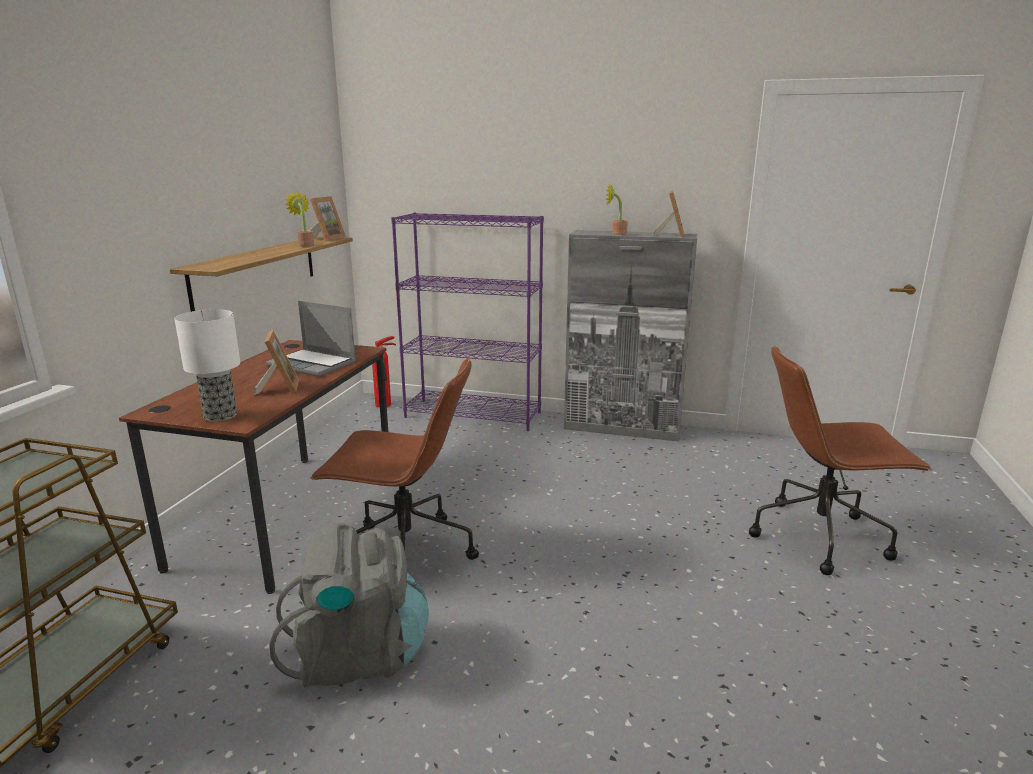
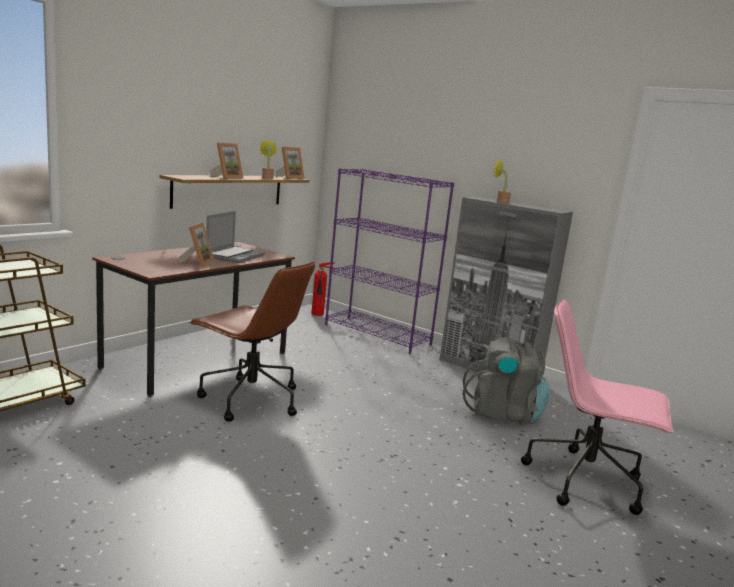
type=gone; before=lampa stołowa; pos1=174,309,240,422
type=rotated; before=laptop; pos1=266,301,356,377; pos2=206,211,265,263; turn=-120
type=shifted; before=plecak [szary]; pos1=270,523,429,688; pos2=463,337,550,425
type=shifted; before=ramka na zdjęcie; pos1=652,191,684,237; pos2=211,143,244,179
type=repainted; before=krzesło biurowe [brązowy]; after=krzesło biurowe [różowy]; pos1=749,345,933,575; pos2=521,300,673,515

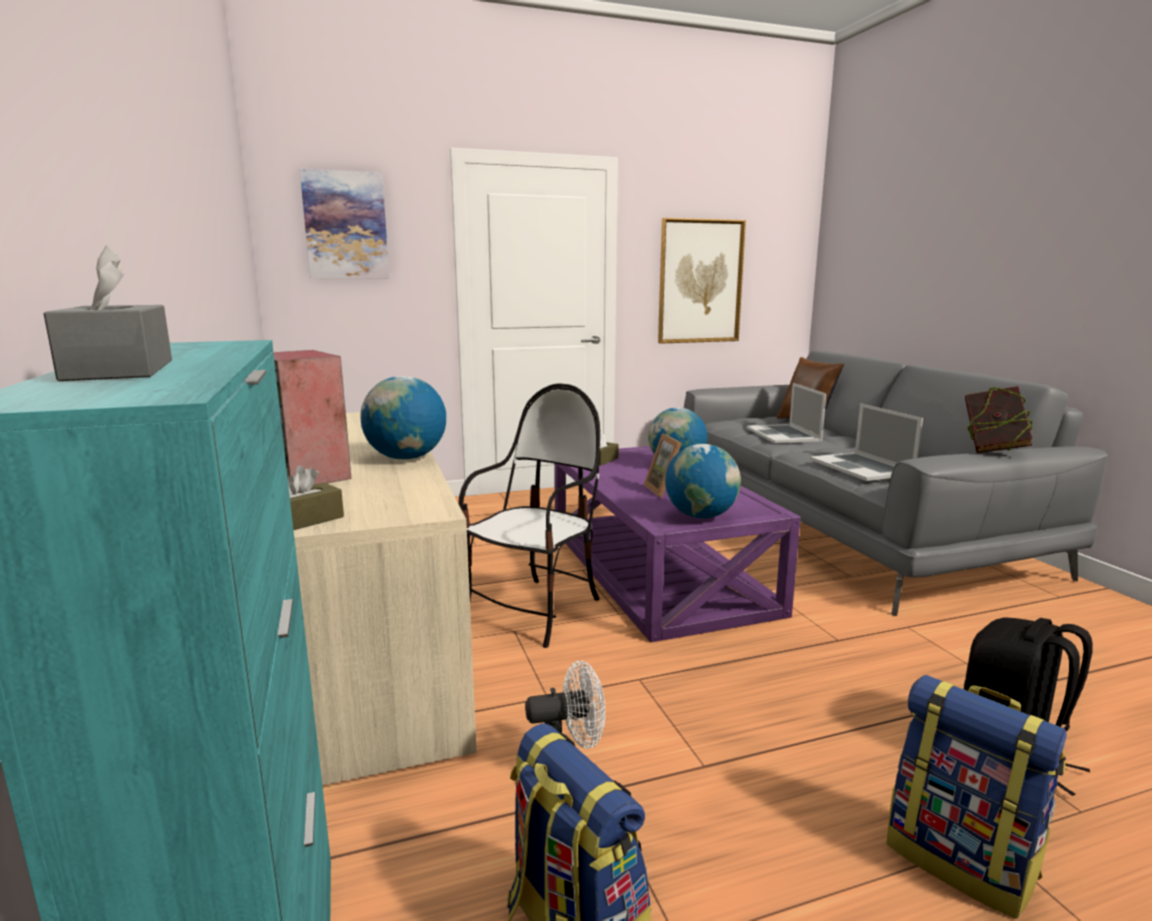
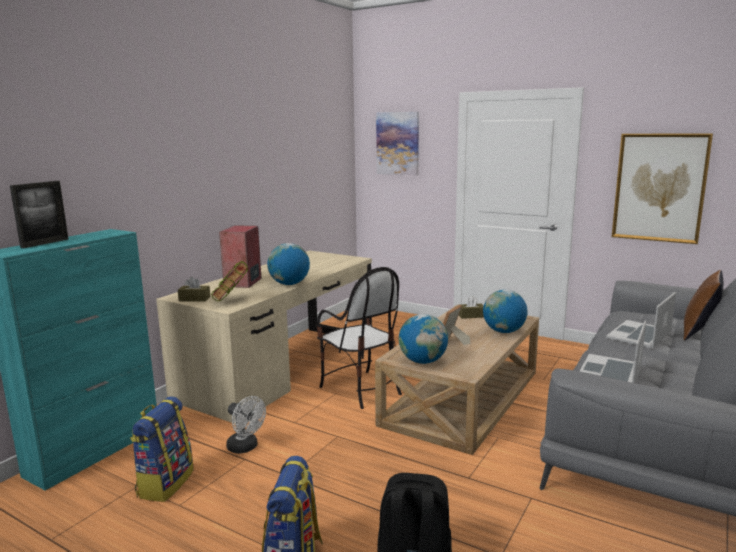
type=swapped; before=pudełko chusteczek [szary]; after=ramka na zdjęcie; pos1=44,246,172,381; pos2=10,181,68,248
type=rotated; before=krzesło; pos1=459,383,600,648; pos2=317,267,402,409; turn=60
type=repainted; before=ława [fioletowy]; after=ława [beżowy]; pos1=554,446,801,642; pos2=375,304,539,455
type=shifted; before=książka; pos1=965,386,1033,453; pos2=211,261,248,301

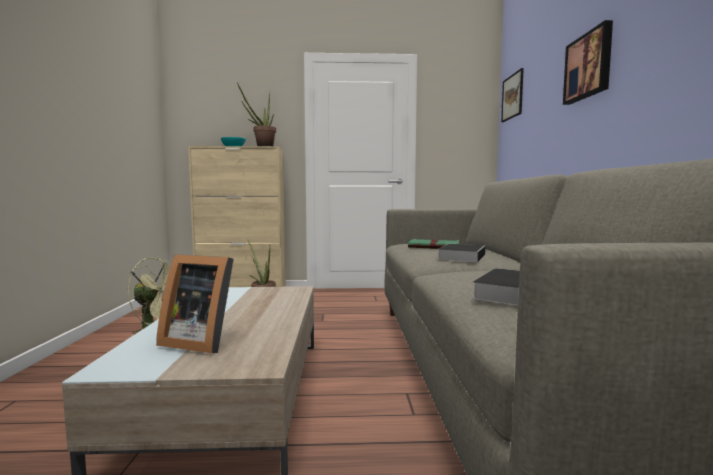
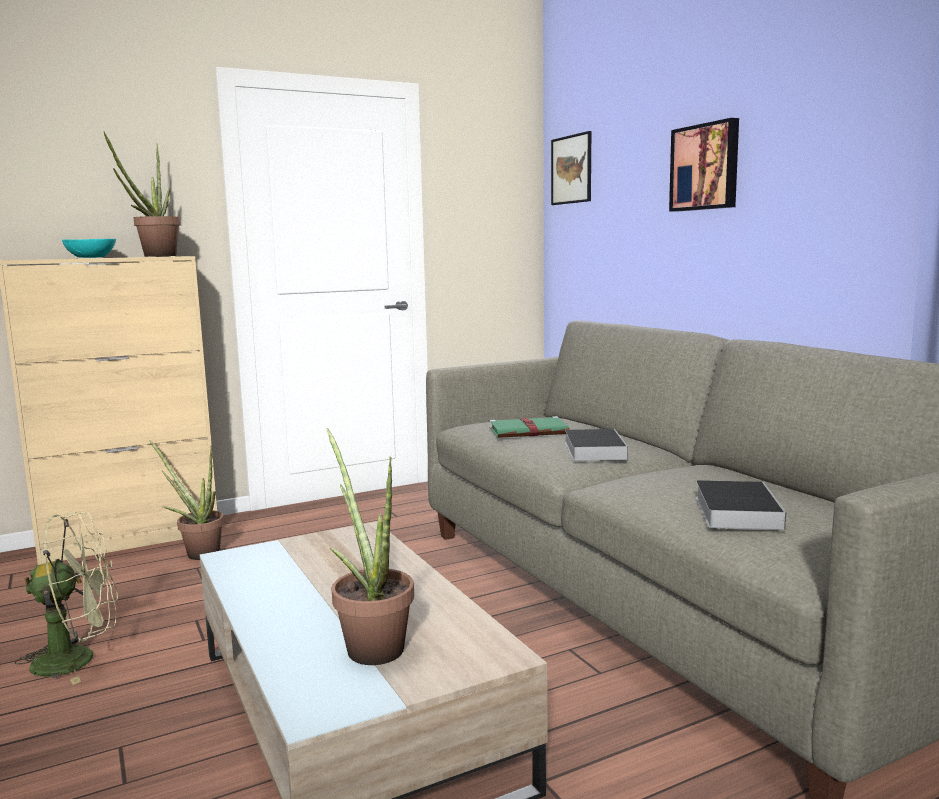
type=swapped; before=ramka na zdjęcie; after=roślina doniczkowa; pos1=156,254,234,353; pos2=327,428,414,665

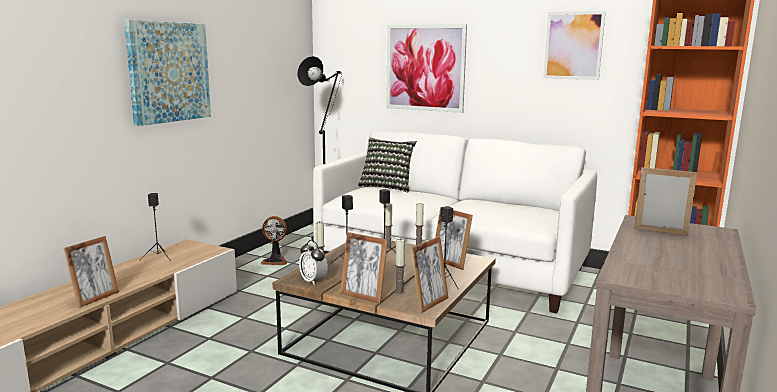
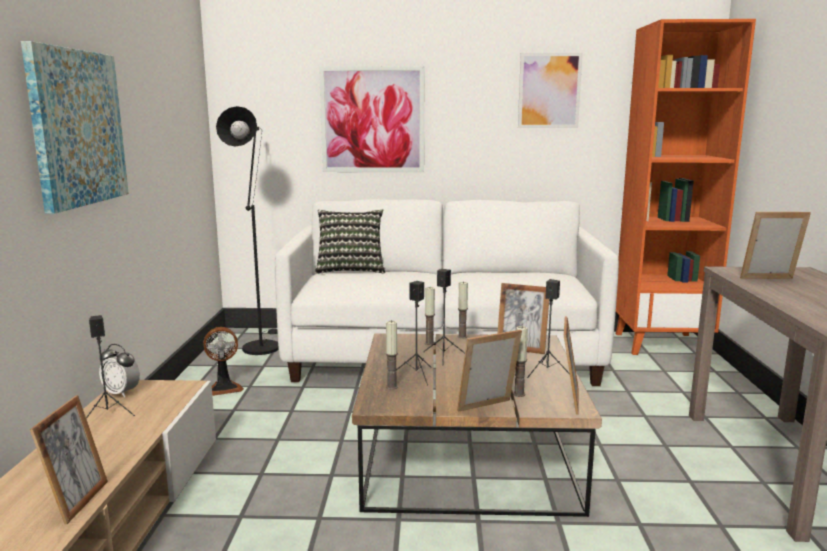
type=shifted; before=budzik; pos1=299,240,328,285; pos2=99,344,140,398
type=rotated; before=ramka na zdjęcie; pos1=340,232,388,304; pos2=457,330,522,412; turn=150

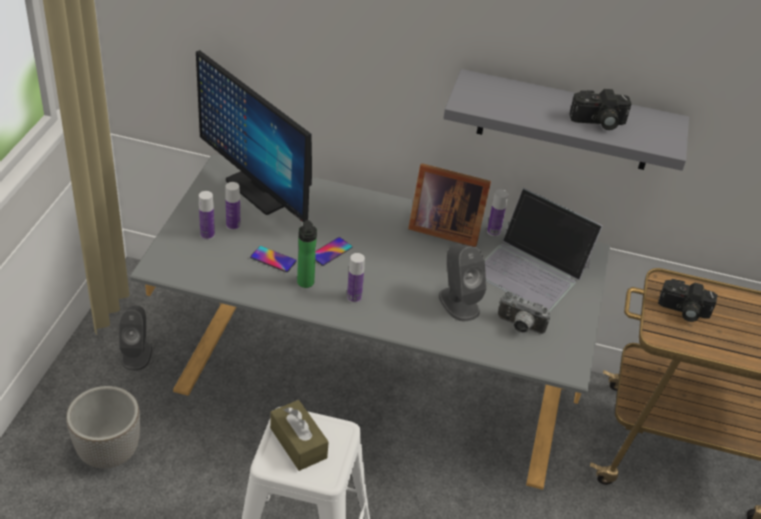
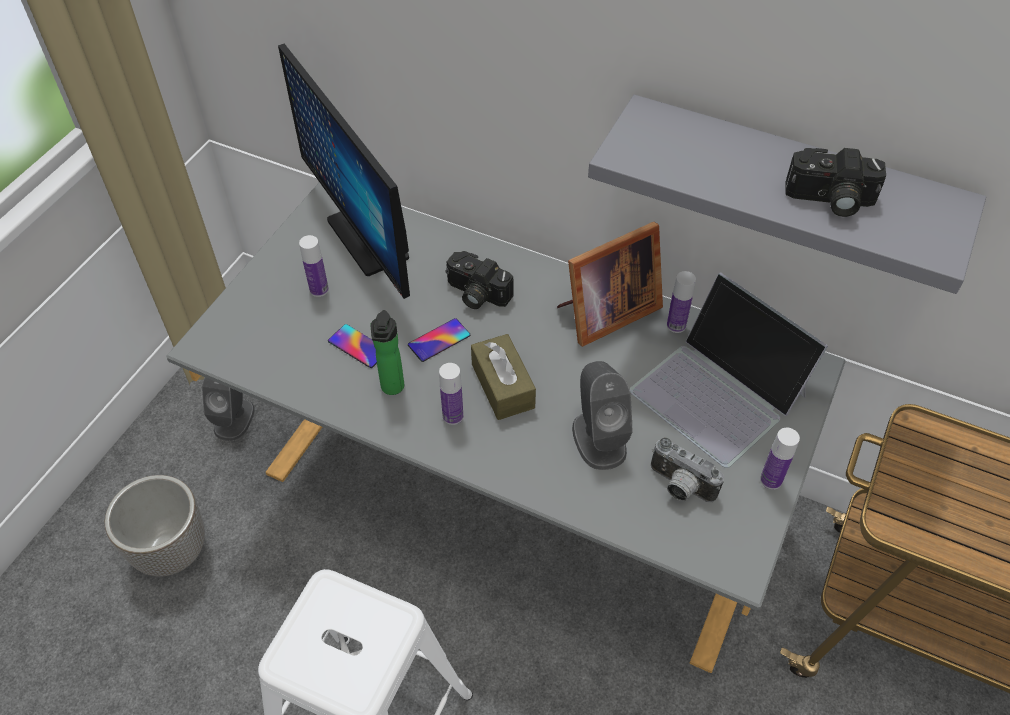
type=shifted; before=butelka; pos1=199,191,215,240; pos2=760,428,800,490
type=shifted; before=pudełko chusteczek [brązowy]; pos1=270,400,328,471; pos2=471,334,536,420
type=rotated; before=ramka na zdjęcie; pos1=408,163,491,247; pos2=557,222,663,347; turn=-60
type=shifted; before=aparat fotograficzny; pos1=658,279,717,322; pos2=445,251,513,309

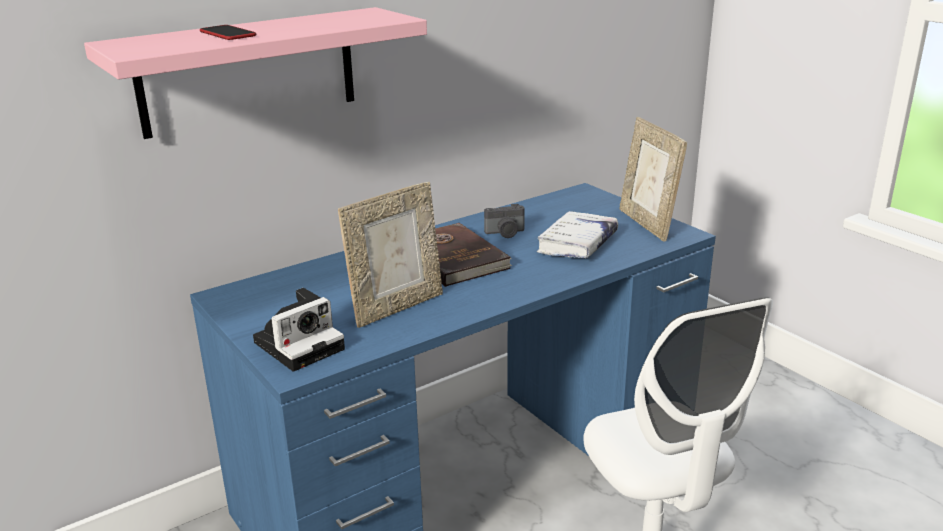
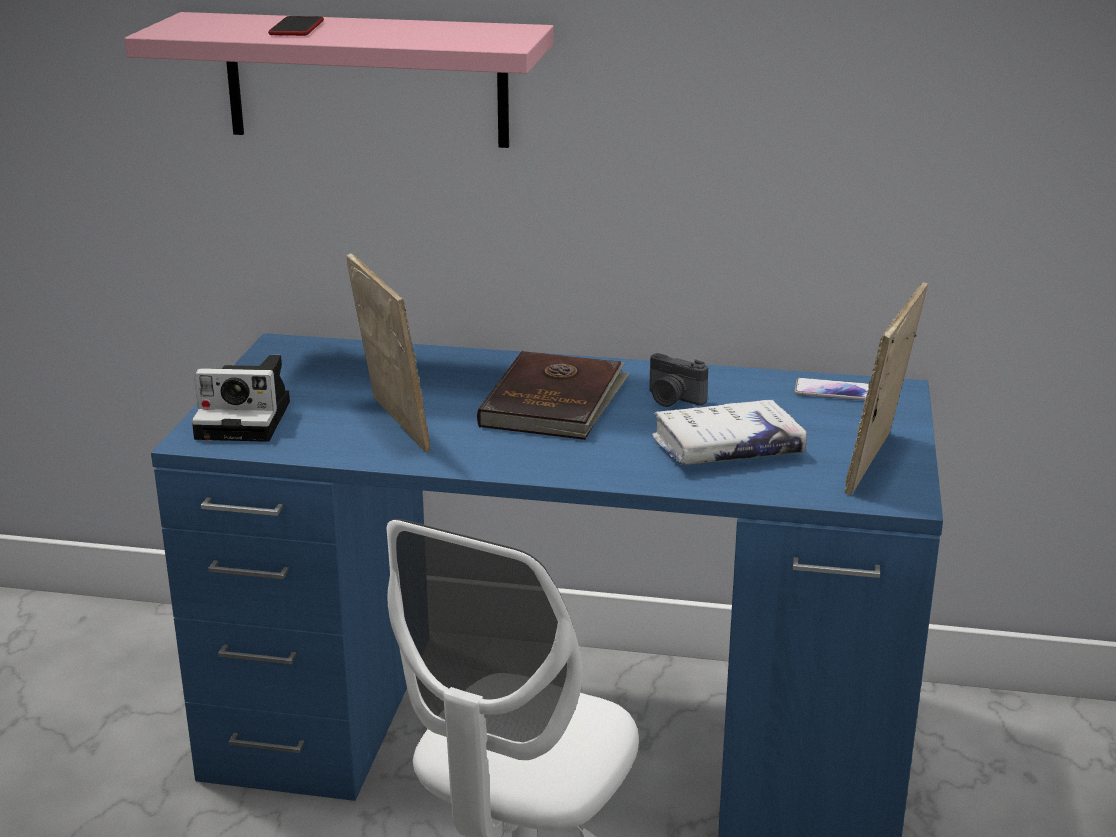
type=rotated; before=ramka na zdjęcie; pos1=338,182,443,328; pos2=346,253,430,452; turn=-120
type=new; after=telefon; pos2=795,378,869,401

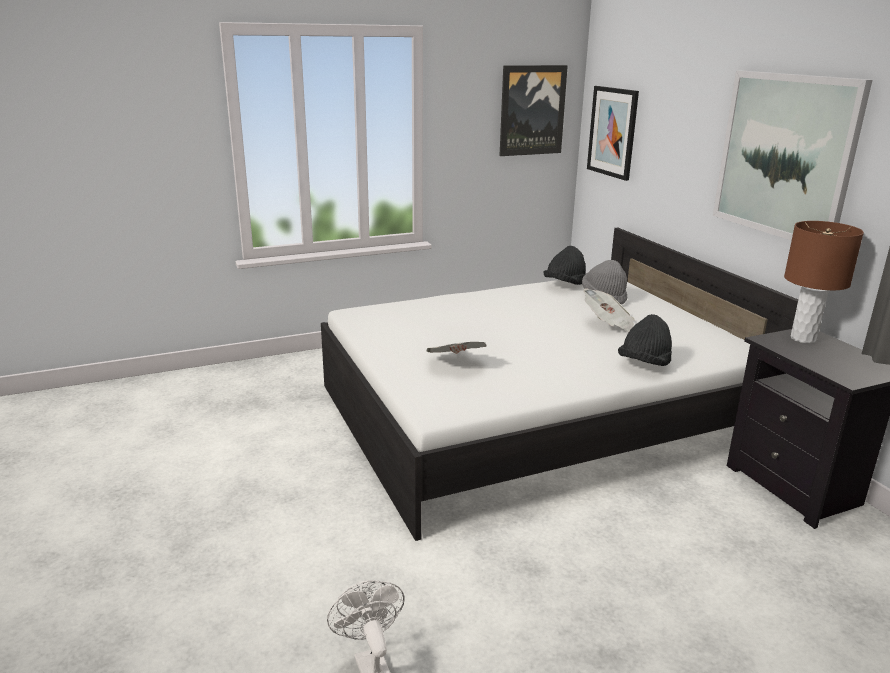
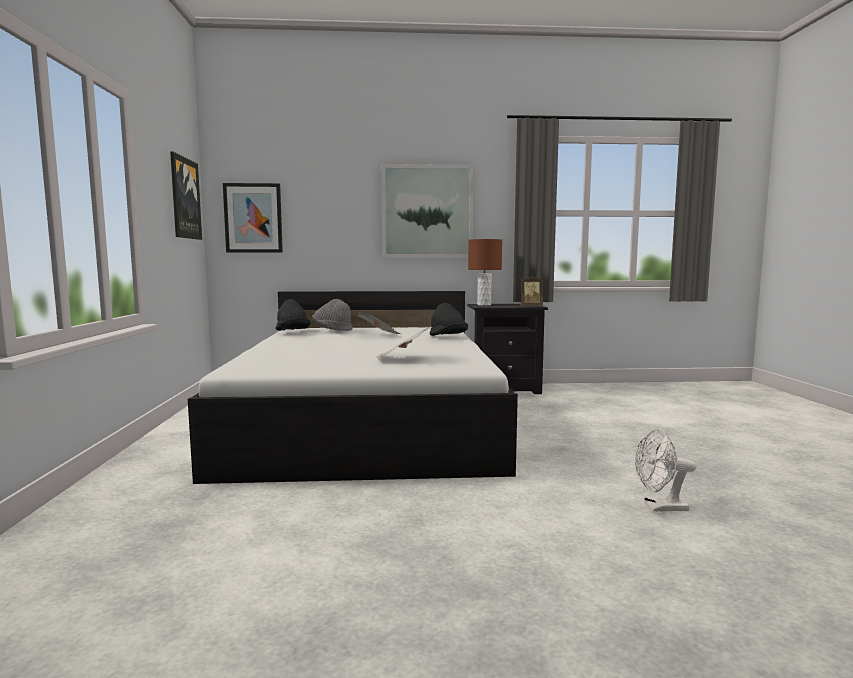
type=new; after=ramka na zdjęcie; pos2=521,275,543,306

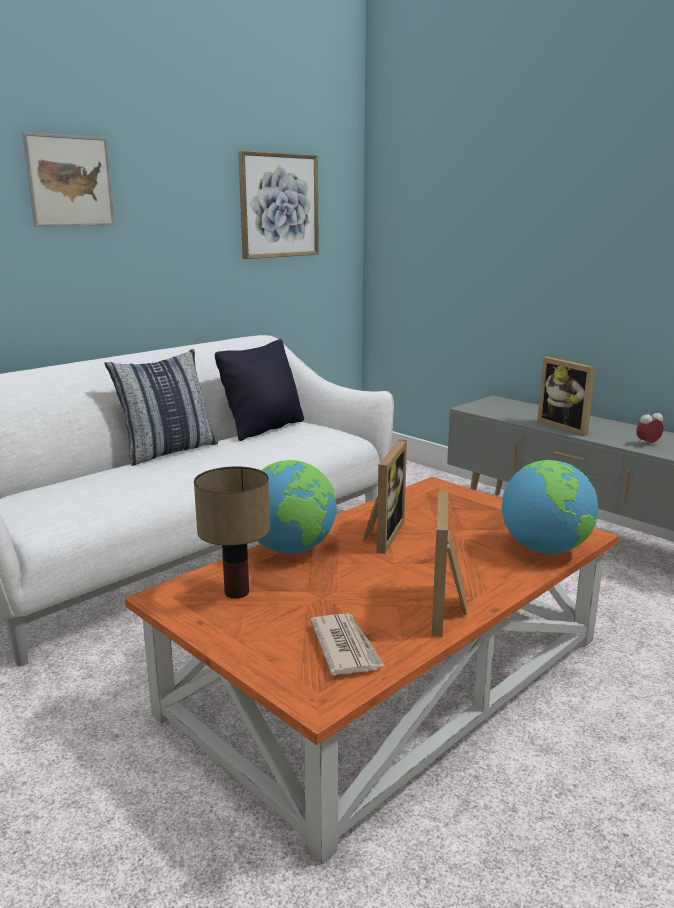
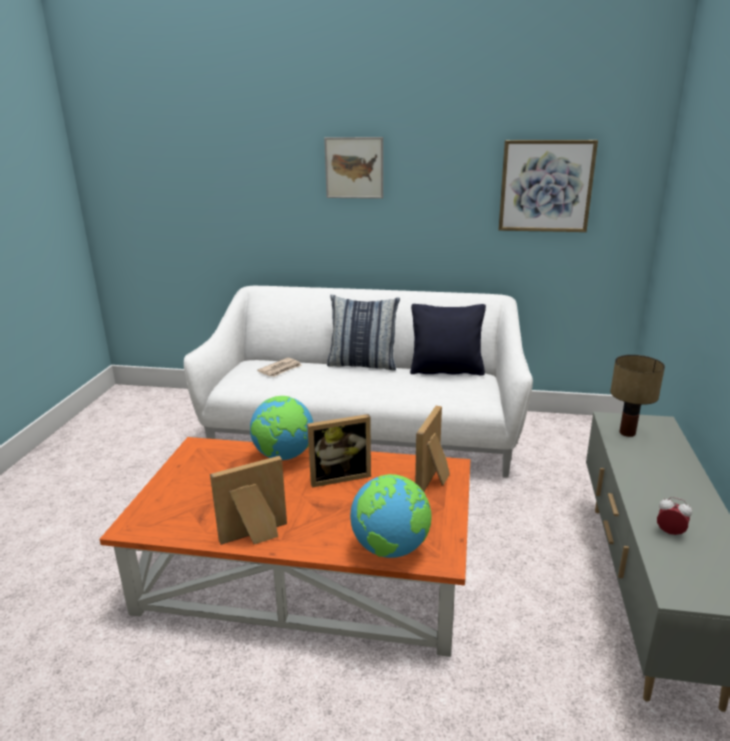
type=shifted; before=lampa stołowa; pos1=194,467,270,599; pos2=610,355,665,437
type=shifted; before=gazeta; pos1=310,614,385,675; pos2=257,357,302,377
type=shifted; before=ramka na zdjęcie; pos1=537,357,596,436; pos2=415,406,450,492

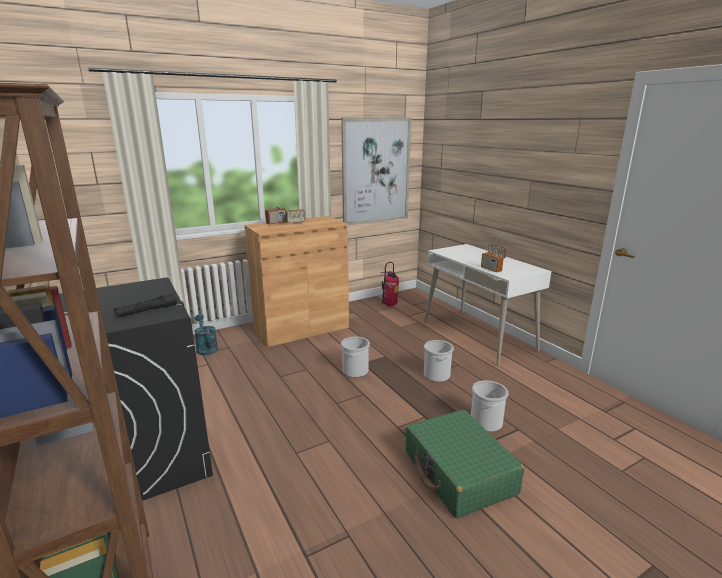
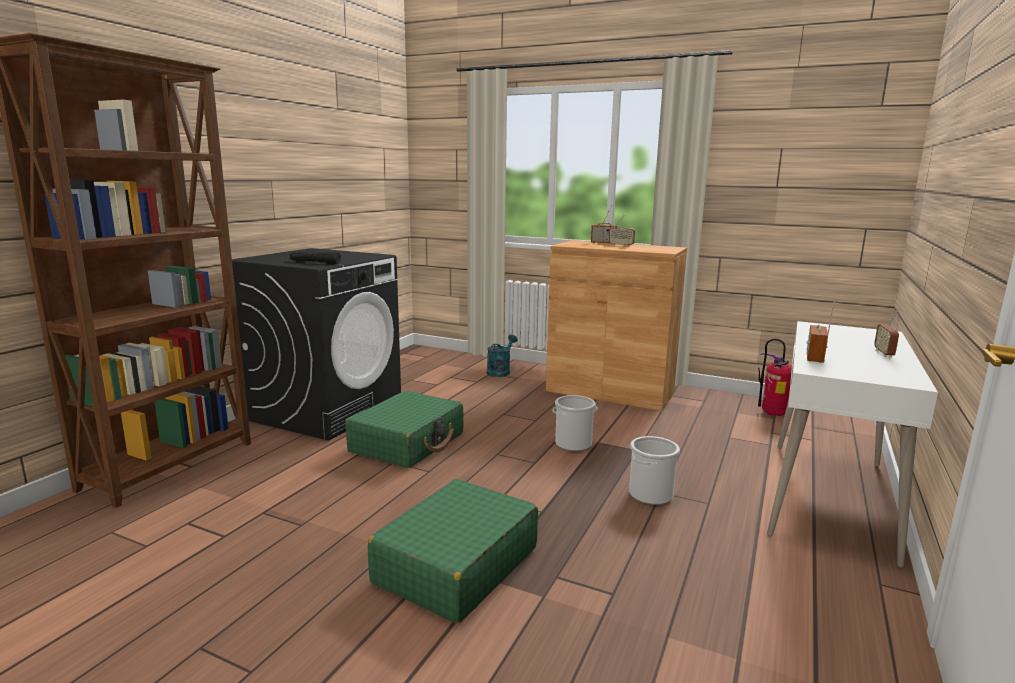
type=gone; before=obraz; pos1=341,118,411,225
type=gone; before=wiadro; pos1=471,380,509,432
type=new; after=walizka [zielony]; pos2=345,391,463,468

